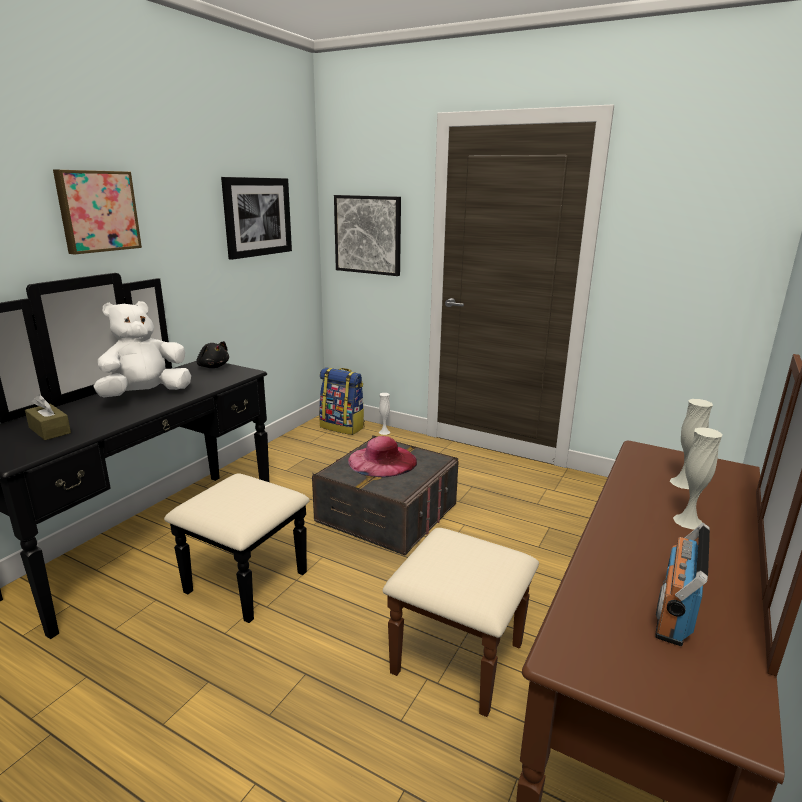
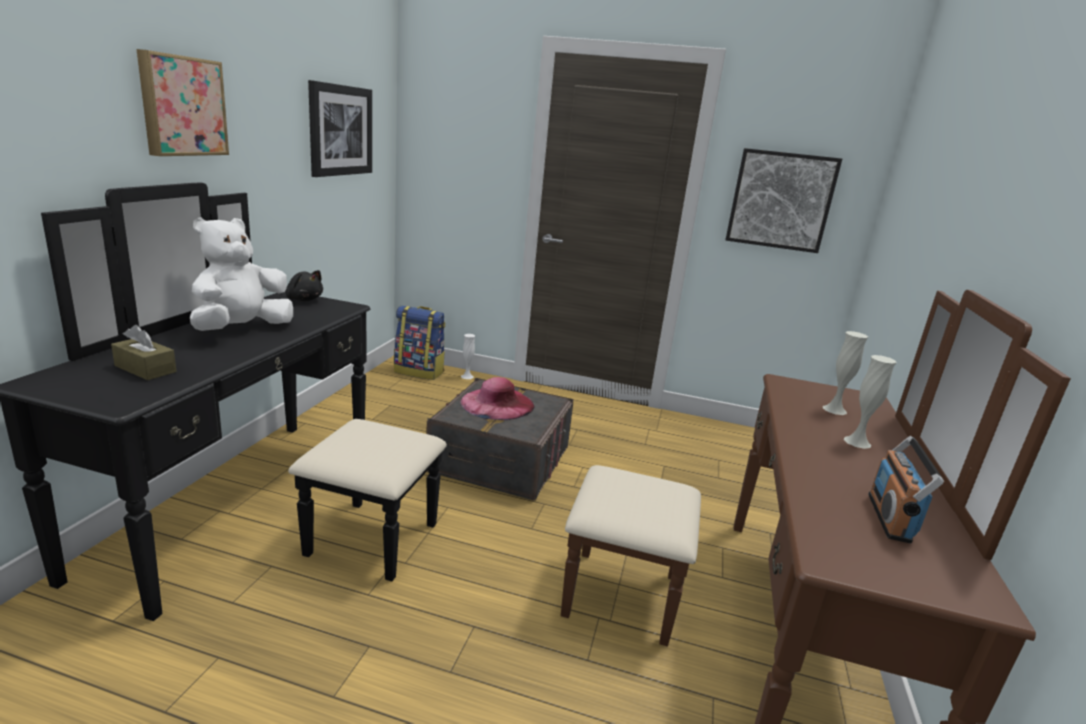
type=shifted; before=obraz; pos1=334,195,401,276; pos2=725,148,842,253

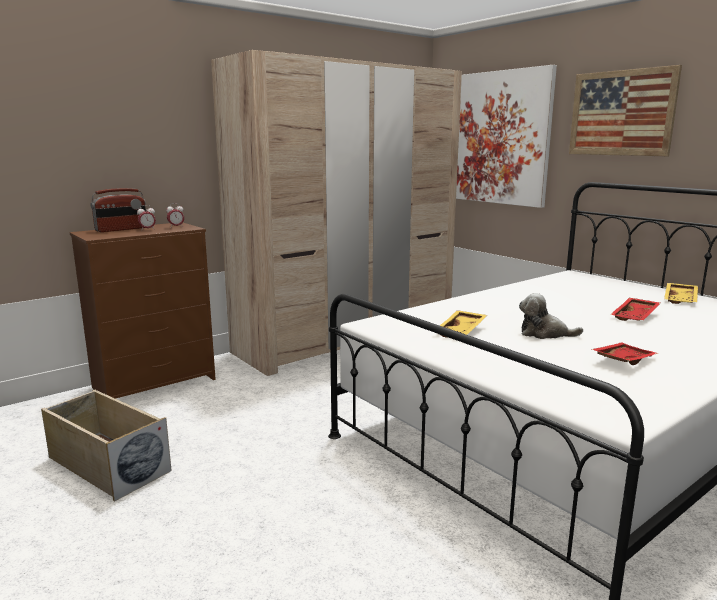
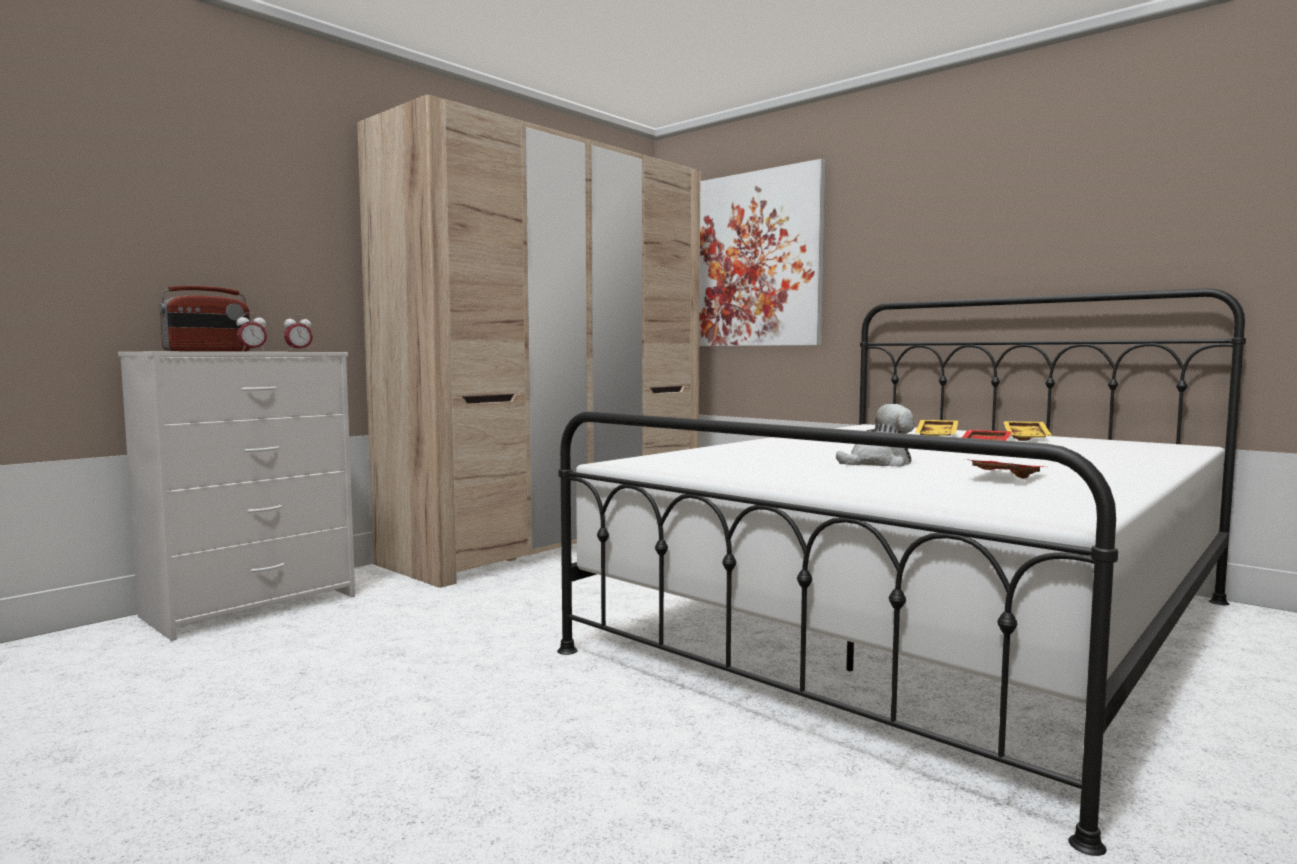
type=gone; before=pojemnik do przechowywania [beżowy]; pos1=41,390,172,501
type=repainted; before=komoda [brązowy]; after=komoda [biały]; pos1=70,223,216,399; pos2=118,352,355,641
type=shifted; before=taca [żółty]; pos1=439,310,487,338; pos2=915,420,958,436
type=rotated; before=pluszak; pos1=519,293,583,339; pos2=836,404,915,467; turn=150
type=gone; before=obraz; pos1=569,65,682,156

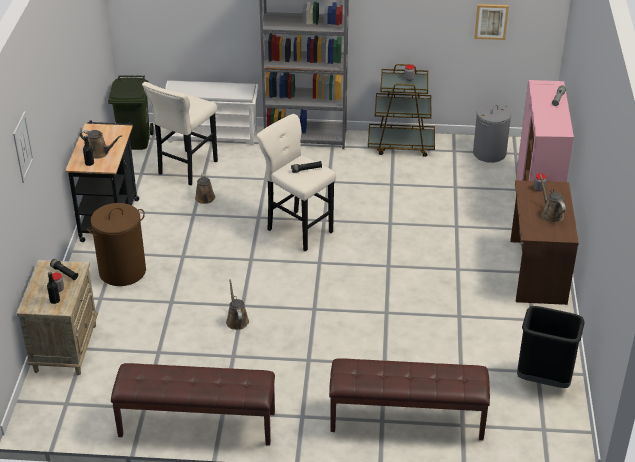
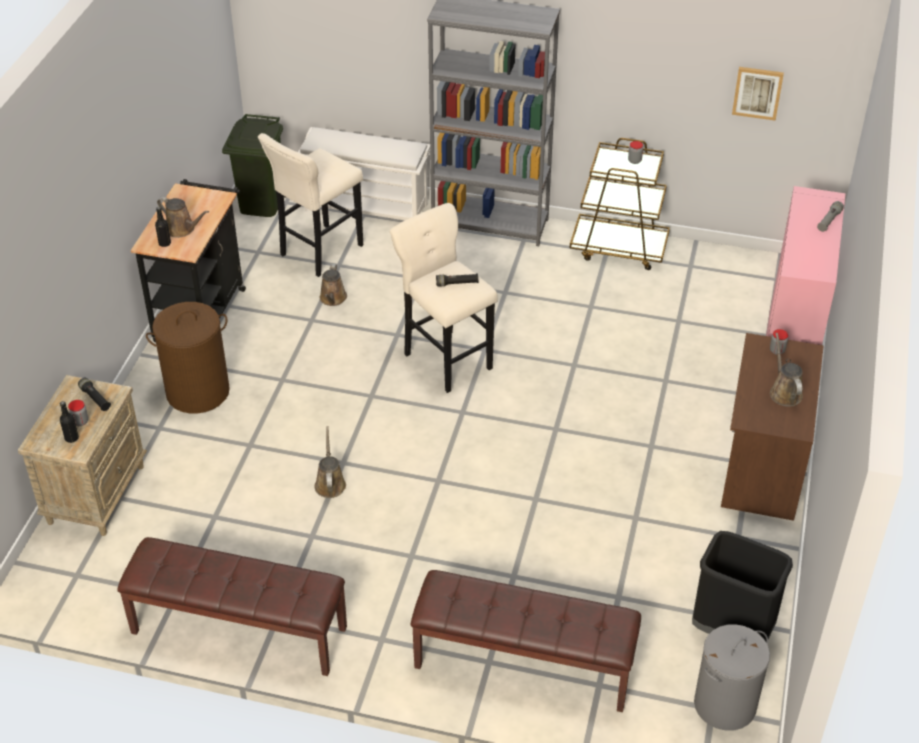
type=gone; before=obraz; pos1=13,111,34,183
type=shifted; before=kosz na pranie [szary]; pos1=473,103,511,163; pos2=694,624,770,731

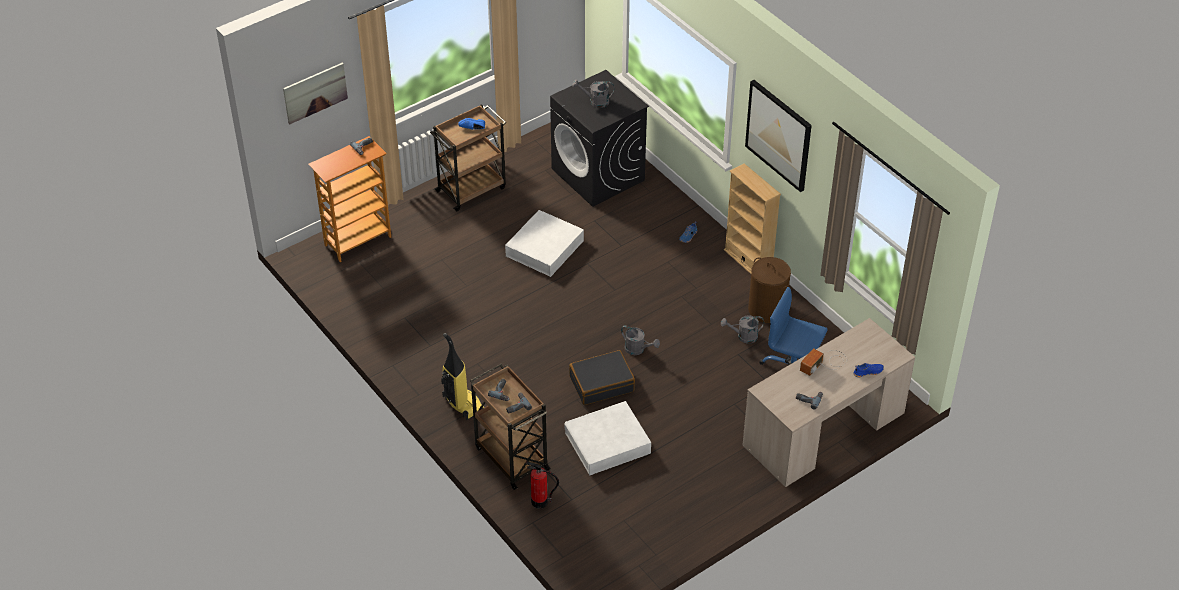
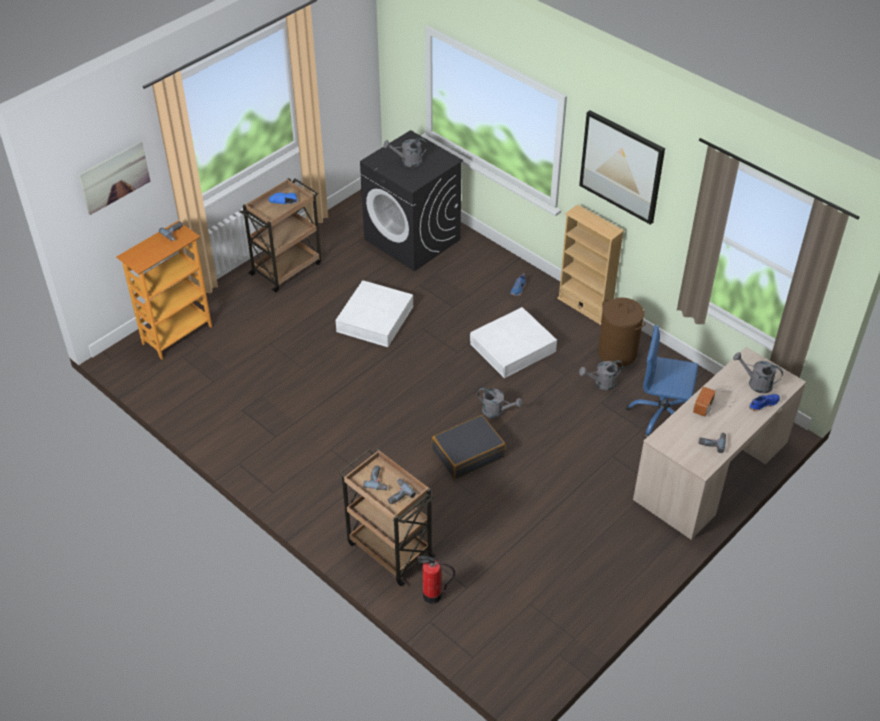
type=gone; before=odkurzacz; pos1=441,333,485,420
type=shifted; before=pojemnik do przechowywania [biały]; pos1=564,401,651,475; pos2=470,307,557,378
type=new; after=konewka [szary]; pos2=733,352,783,393

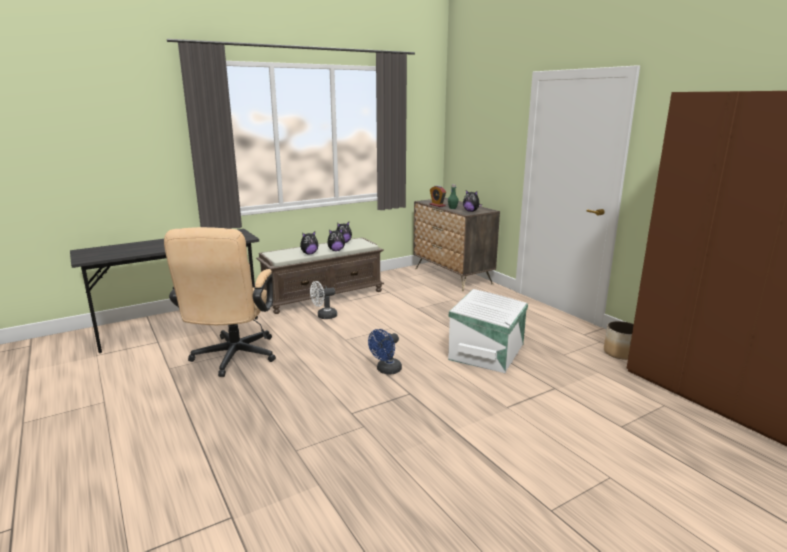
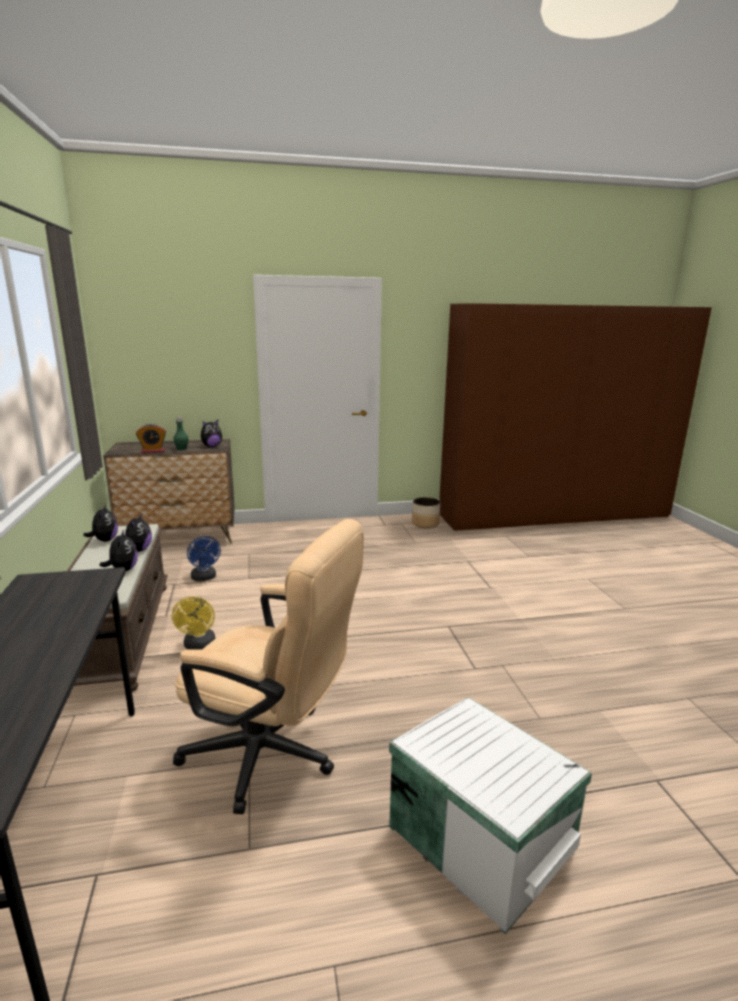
type=repainted; before=wentylator [biały]; after=wentylator [żółty]; pos1=310,281,337,319; pos2=172,597,215,650
type=shifted; before=wentylator [niebieski]; pos1=368,329,402,375; pos2=187,536,221,581
type=shifted; before=pojemnik do przechowywania [biały]; pos1=448,289,528,373; pos2=389,697,592,934

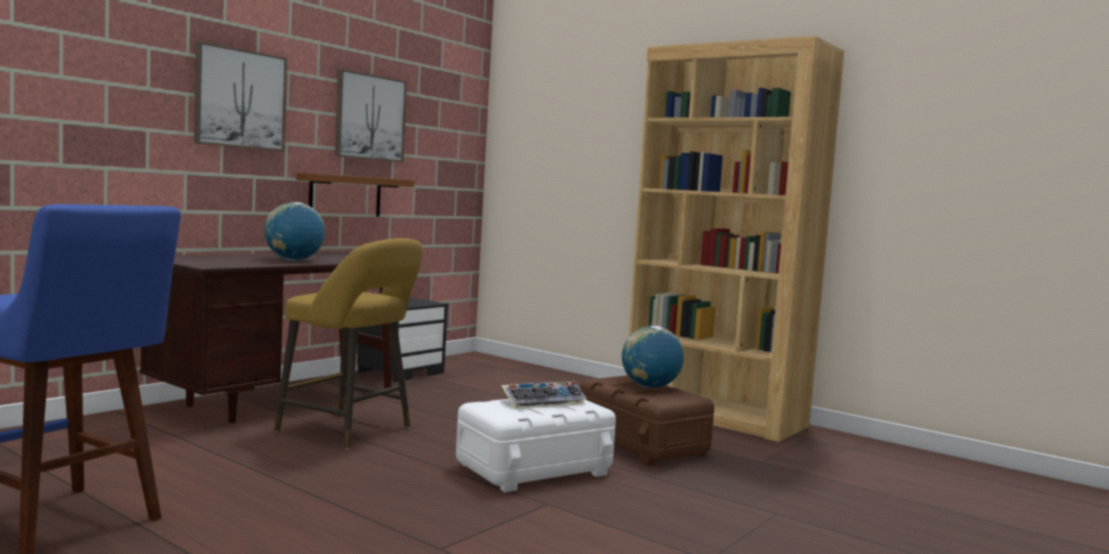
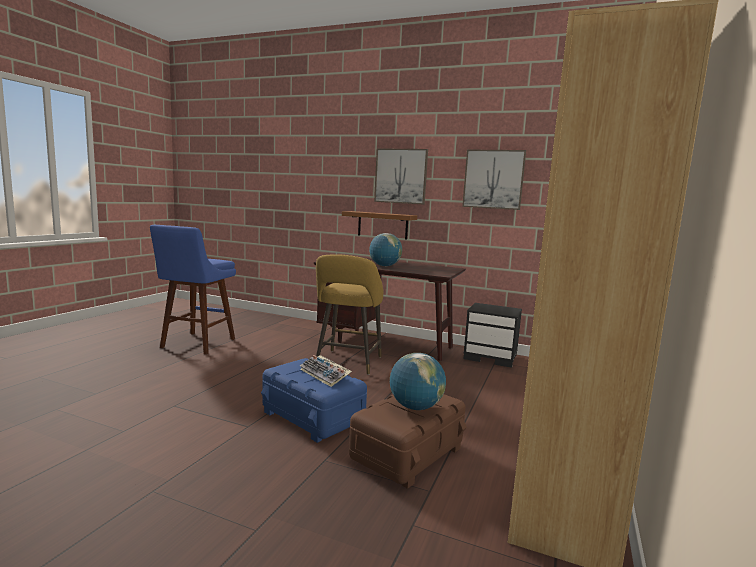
type=shifted; before=półka [brązowy]; pos1=297,172,414,216; pos2=342,211,417,240
type=repainted; before=pojemnik do przechowywania [biały]; after=pojemnik do przechowywania [niebieski]; pos1=456,399,616,492; pos2=261,358,367,443

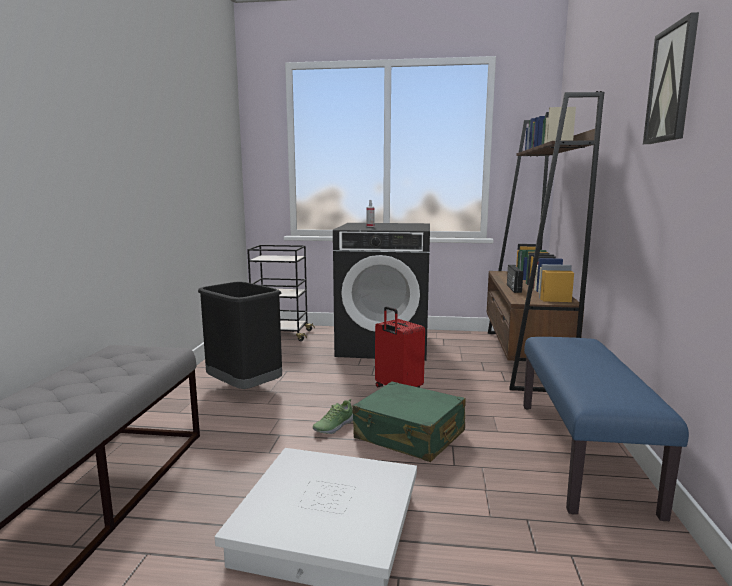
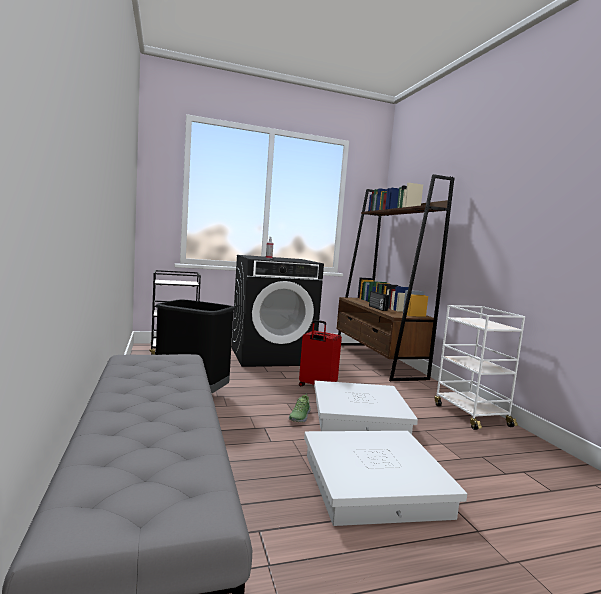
type=swapped; before=walizka [zielony]; after=pojemnik do przechowywania [biały]; pos1=352,381,466,462; pos2=314,381,418,434
type=swapped; before=ławka [niebieski]; after=wózek [biały]; pos1=523,337,689,521; pos2=434,305,525,430
type=gone; before=obraz; pos1=643,12,699,144

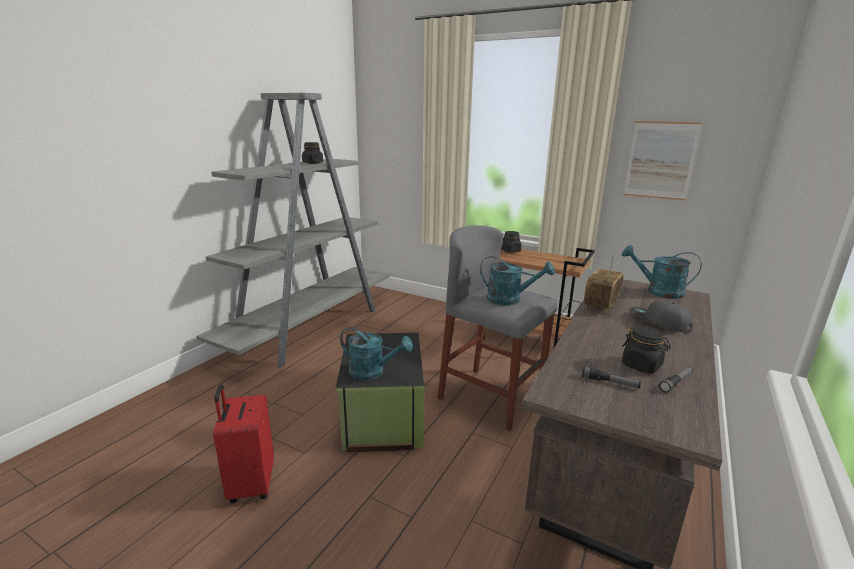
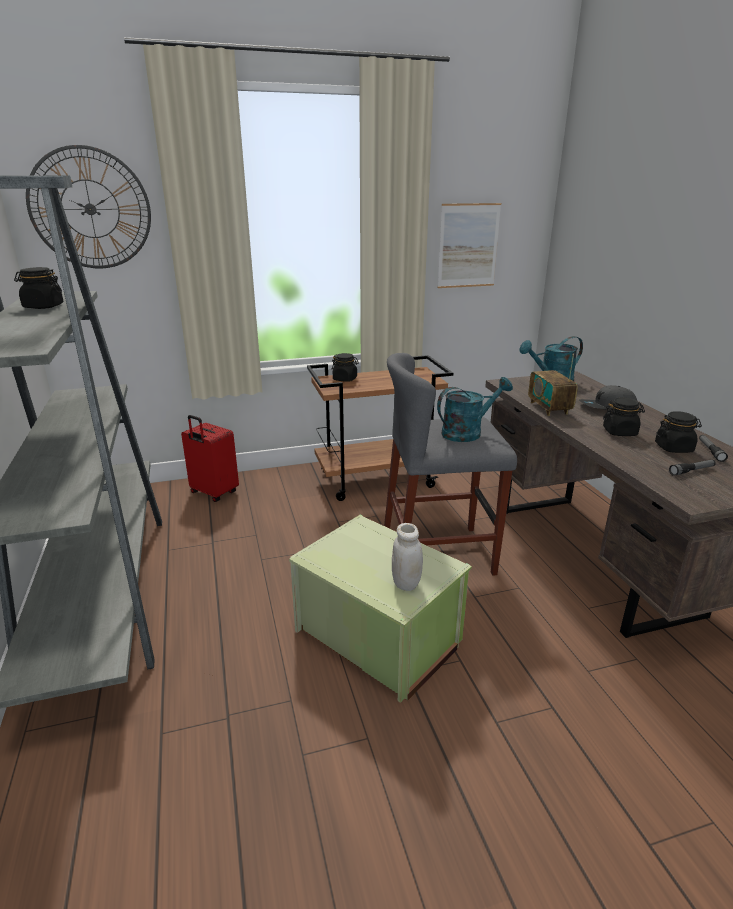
type=shifted; before=walizka [czerwony]; pos1=213,384,274,503; pos2=181,415,239,502
type=repainted; before=pojemnik do przechowywania [czarny]; after=pojemnik do przechowywania [zielony]; pos1=336,333,425,452; pos2=289,515,472,703
type=swapped; before=konewka [turkusowy]; after=słoik [biały]; pos1=340,327,413,381; pos2=392,523,423,591
type=new; after=zegar ścienny; pos2=26,145,151,268
type=new; after=słoik [czarny]; pos2=603,397,645,436

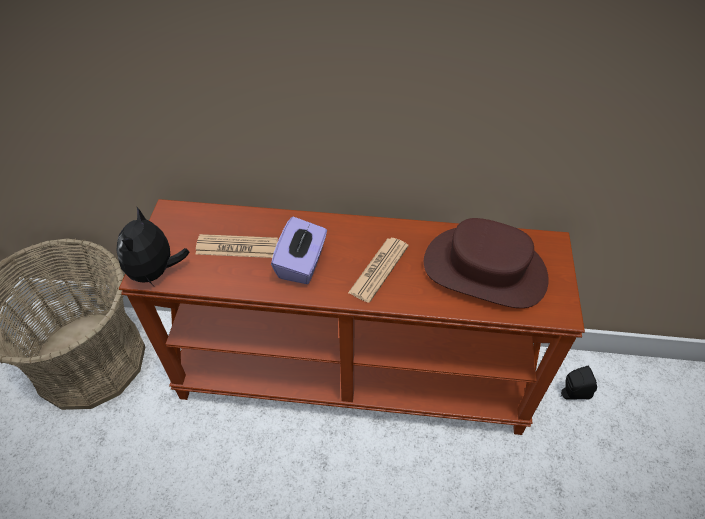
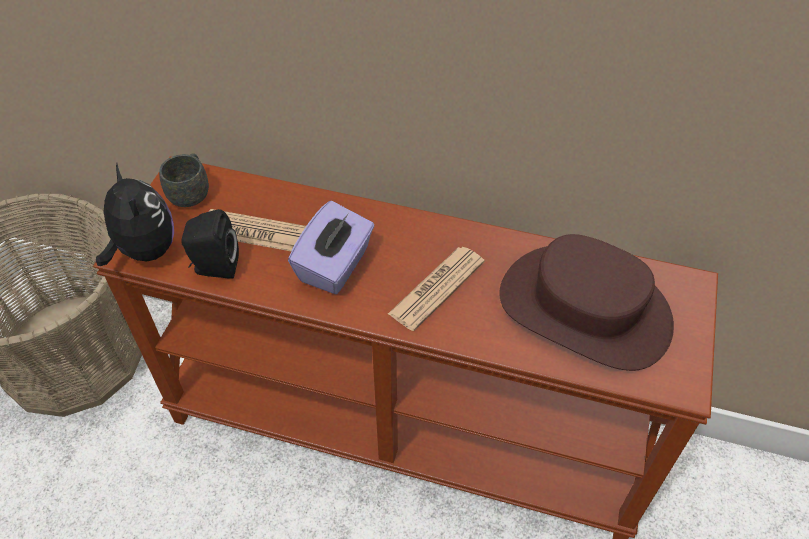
type=rotated; before=pluszak; pos1=116,207,190,285; pos2=96,164,174,266; turn=135
type=shifted; before=głośnik [czarny]; pos1=561,365,597,400; pos2=181,209,239,279
type=new; after=kubek [szary]; pos2=159,153,209,207

